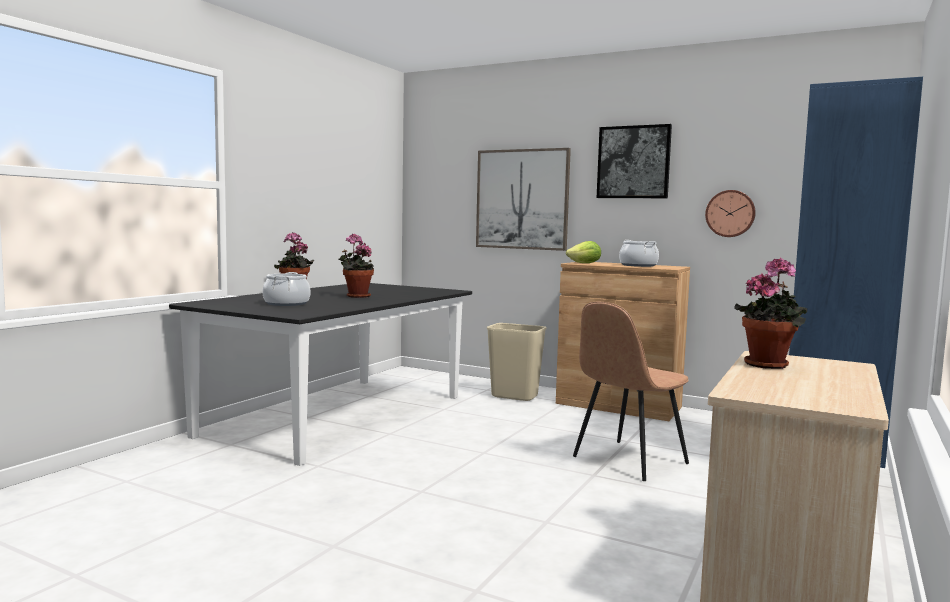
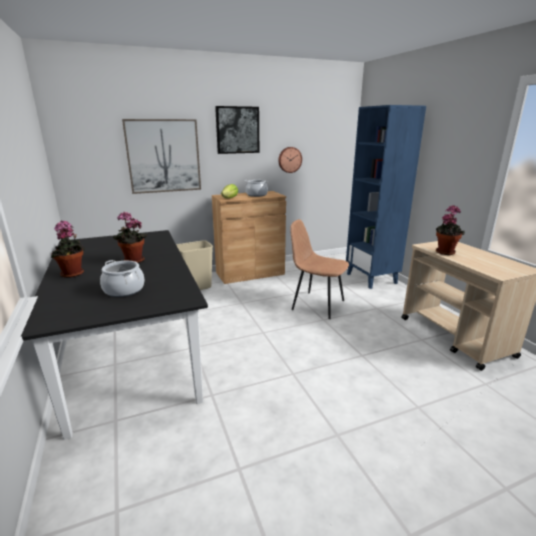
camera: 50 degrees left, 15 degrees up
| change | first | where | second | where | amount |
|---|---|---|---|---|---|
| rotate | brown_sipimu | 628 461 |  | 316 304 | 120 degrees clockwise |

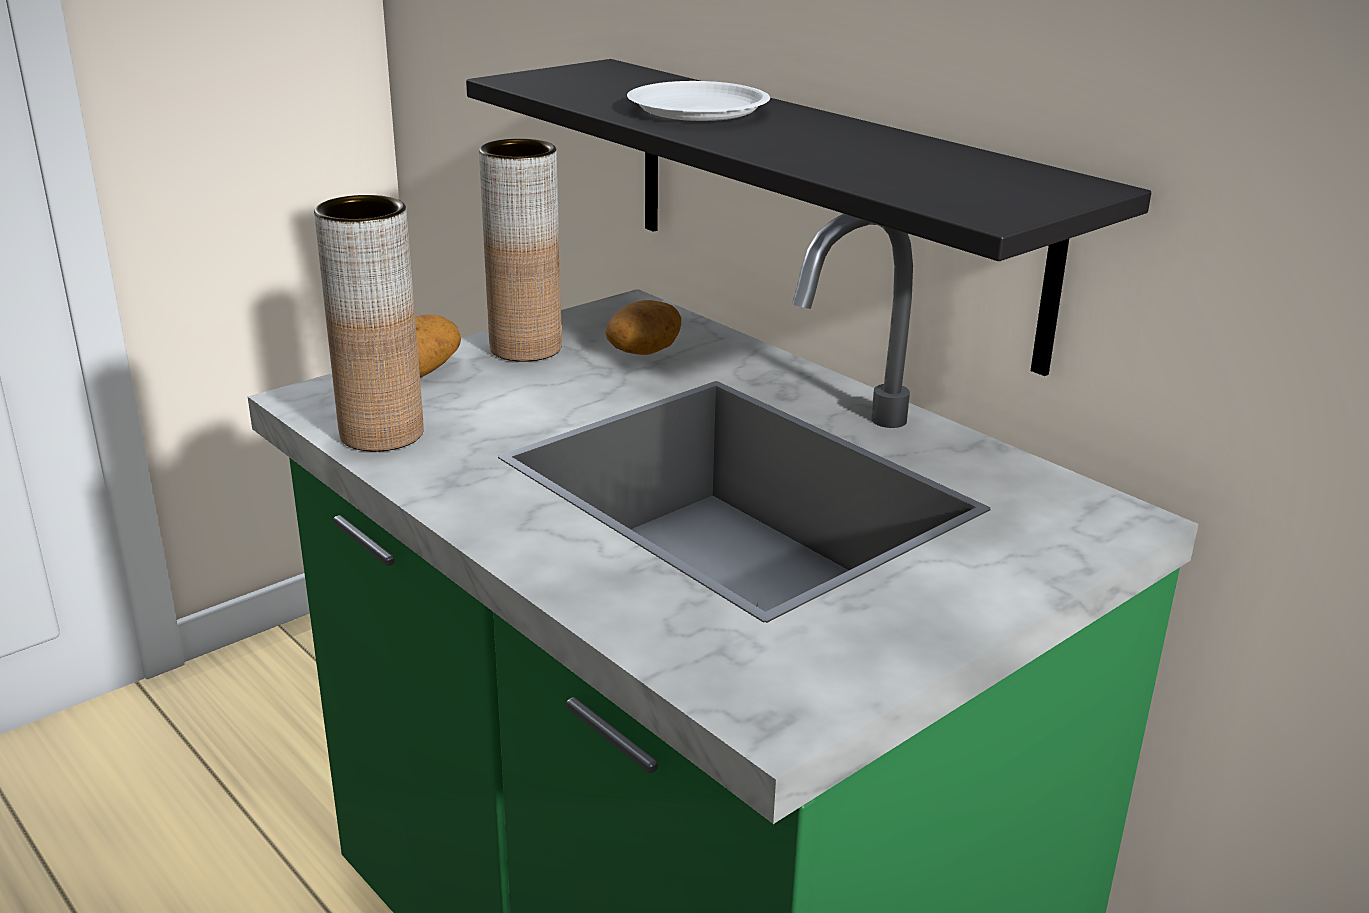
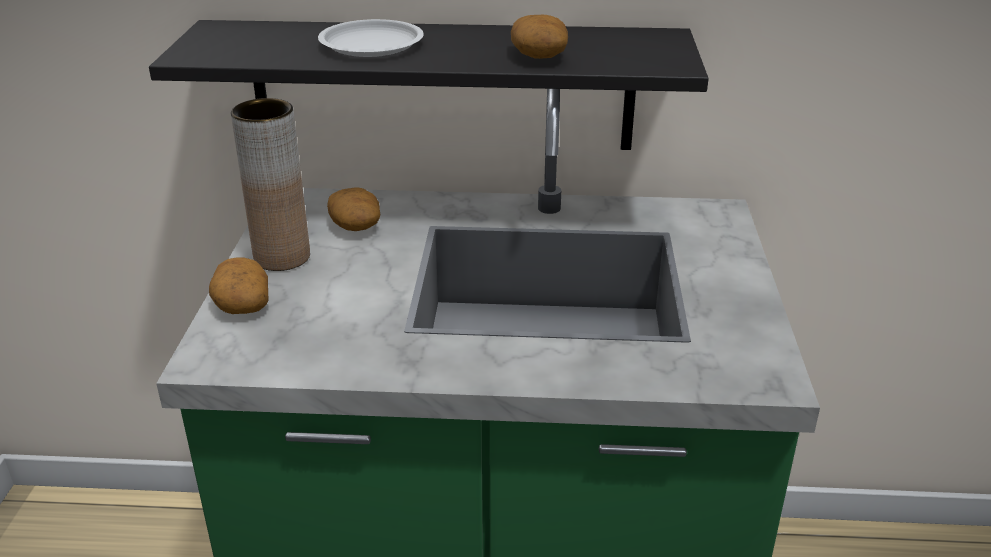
camera: 45 degrees left, 5 degrees up
| change | first | where | second | where | amount |
|---|---|---|---|---|---|
| delete | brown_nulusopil | 381 434 |  |  |  |
| insert |  |  | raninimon | 539 57 |  |

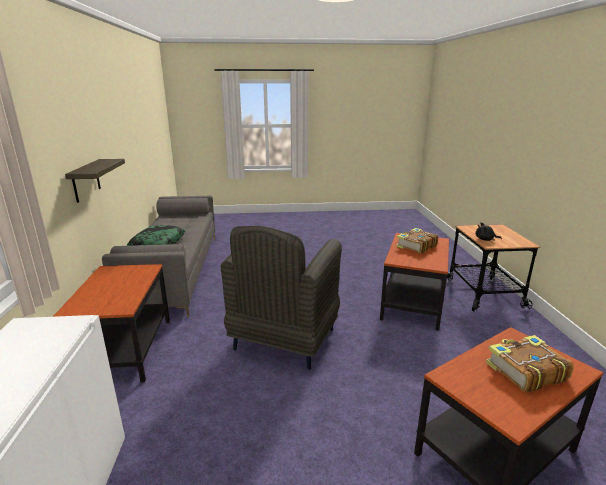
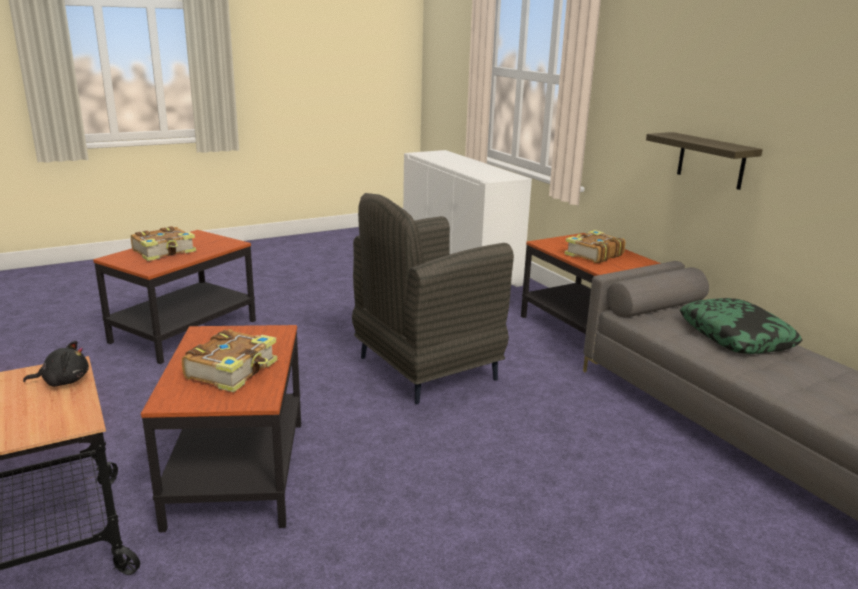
camera: 155 degrees right, 0 degrees up
| change | first | where | second | where | amount |
|---|---|---|---|---|---|
| rotate | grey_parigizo | 284 341 |  | 425 369 | 120 degrees counterclockwise |
| insert |  |  | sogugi | 593 255 |  |

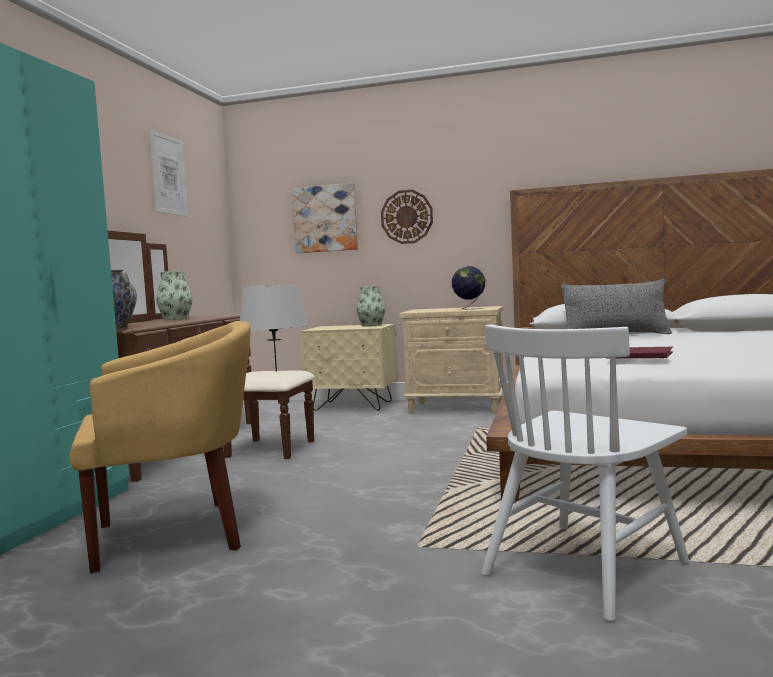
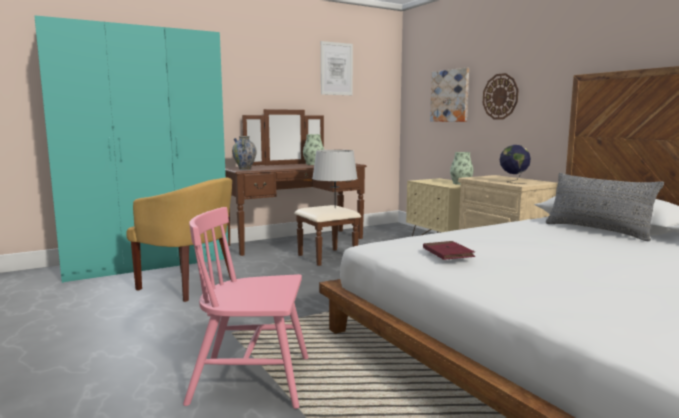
camera: 45 degrees right, 5 degrees up
| change | first | where | second | where | amount |
|---|---|---|---|---|---|
| recolor | white_sipimu | 584 567 | pink_sipimu | 252 380 |  |

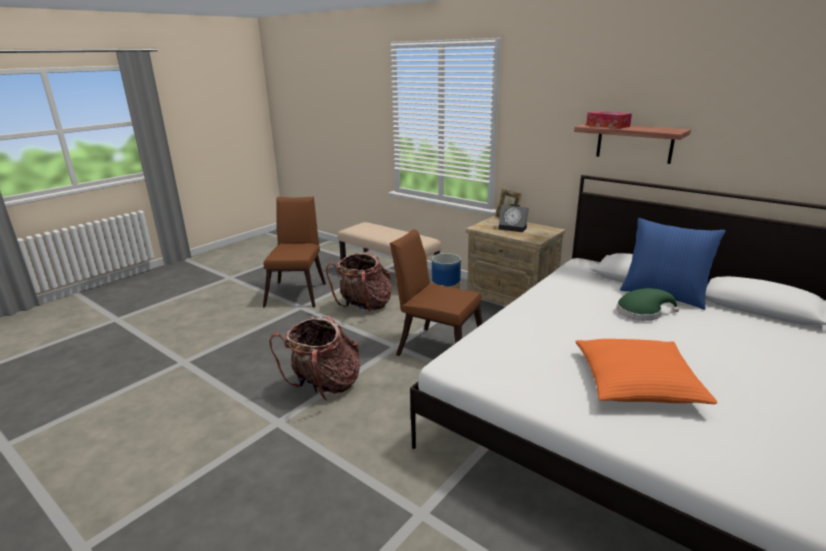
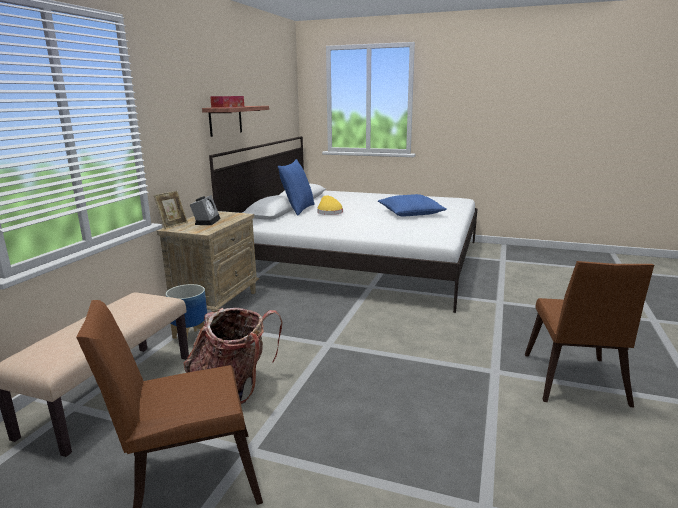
camera: 110 degrees left, 5 degrees down
| change | first | where | second | where | amount |
|---|---|---|---|---|---|
| delete | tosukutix | 324 386 |  |  |  |
| move | brown_sipimu | 436 348 |  | 574 383 |  |
| recolor | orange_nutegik | 637 383 | blue_nutegik | 410 213 |  |
| recolor | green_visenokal | 642 312 | yellow_visenokal | 329 212 |  |

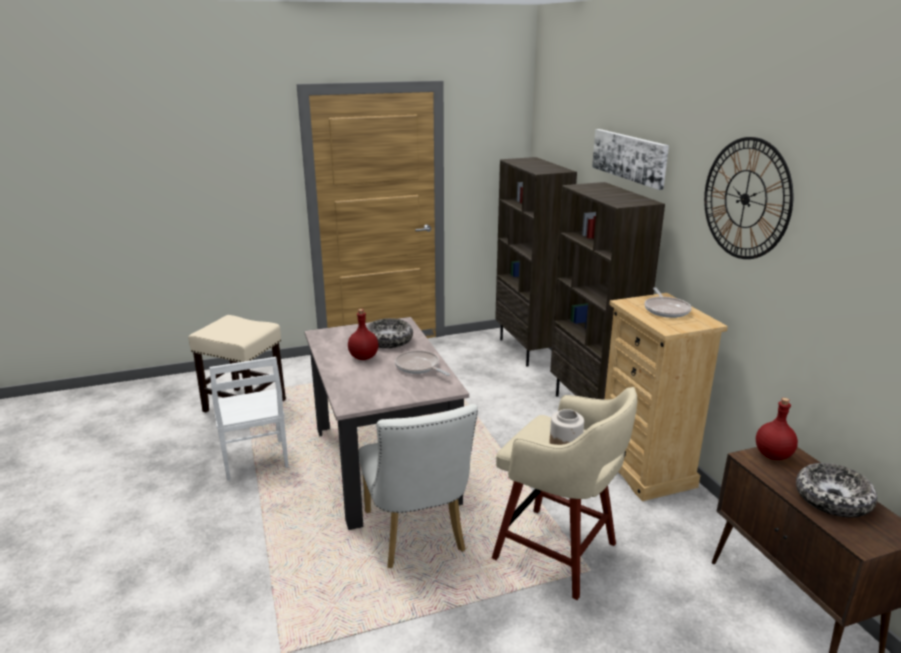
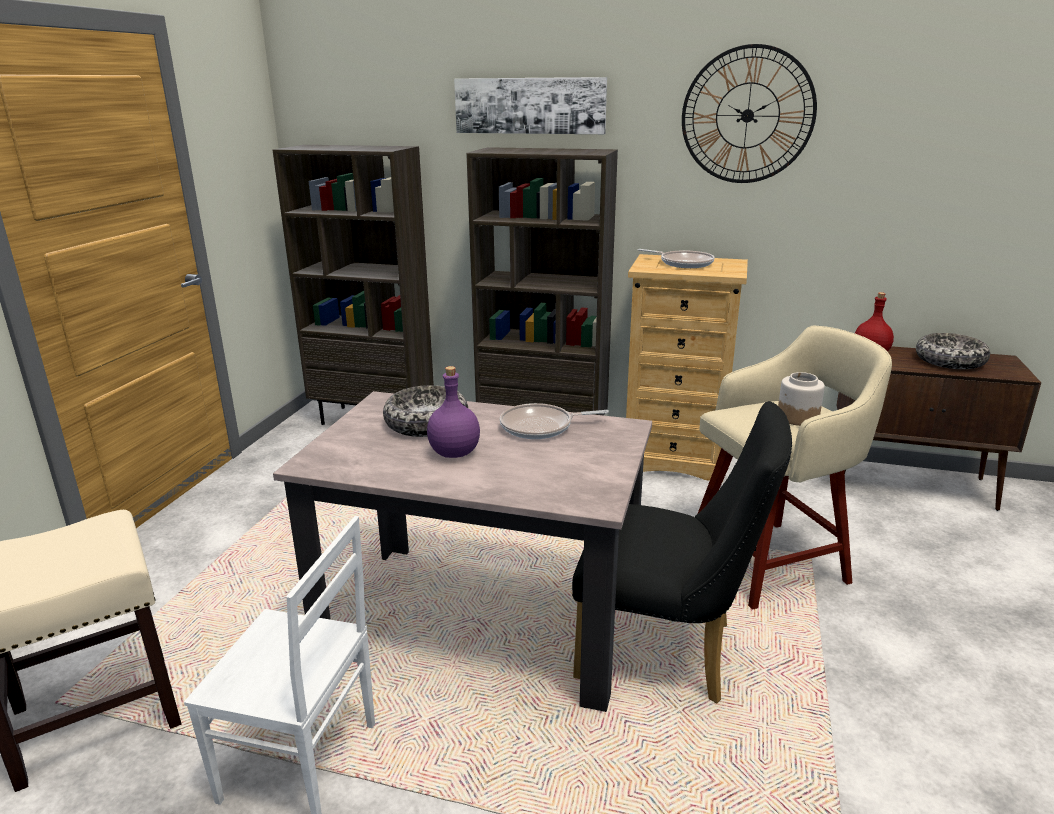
camera: 55 degrees left, 0 degrees up
| change | first | where | second | where | amount |
|---|---|---|---|---|---|
| recolor | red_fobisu | 363 357 | purple_fobisu | 454 453 |  |
| recolor | white_sipimu | 417 536 | black_sipimu | 667 652 |  |

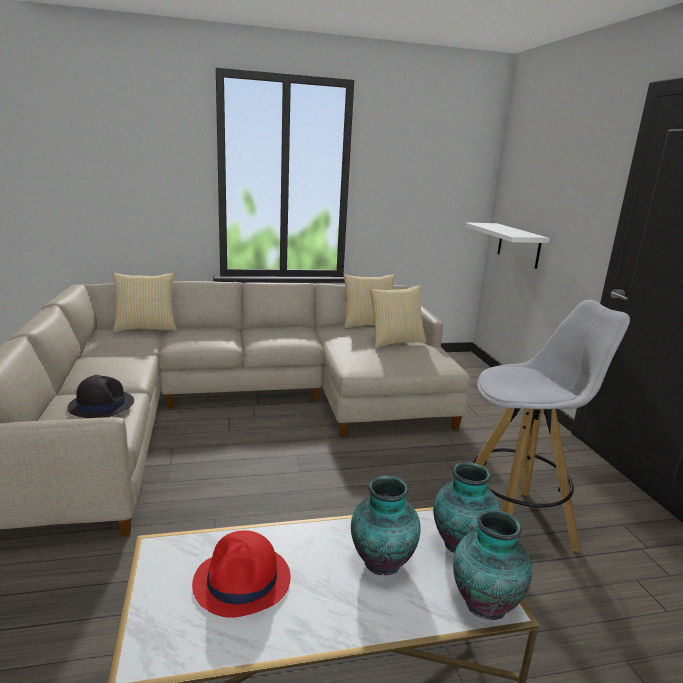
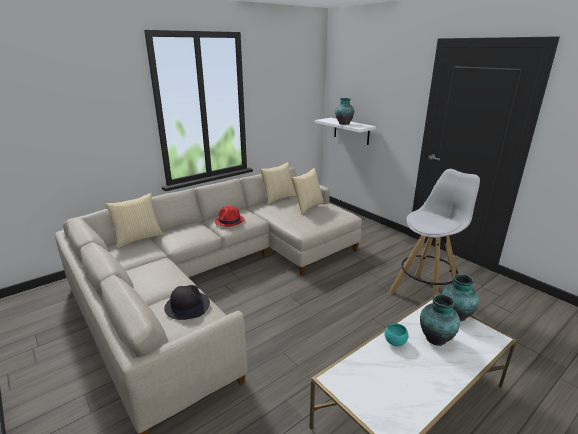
camera: 25 degrees left, 5 degrees up
| change | first | where | second | where | amount |
|---|---|---|---|---|---|
| move | red_visenokal | 243 581 |  | 229 221 |  |
| move | nulusopil | 484 602 |  | 343 123 |  |
| insert |  |  | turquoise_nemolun | 395 342 |  |

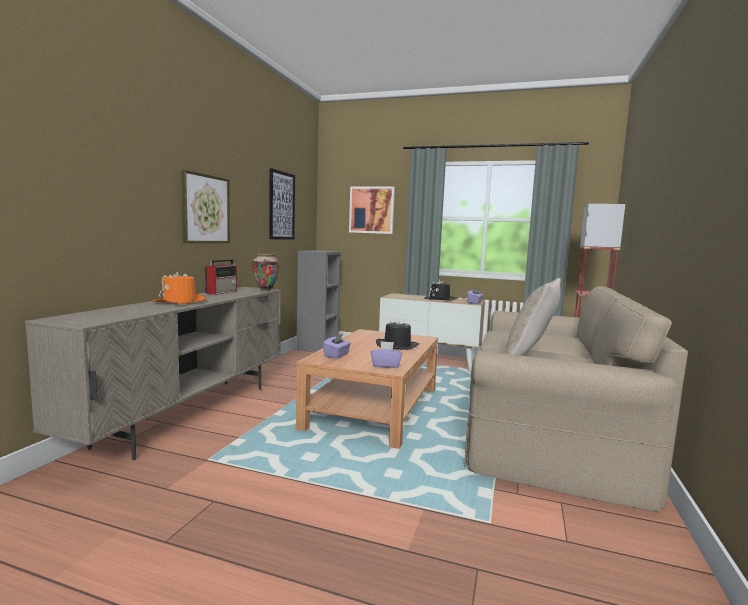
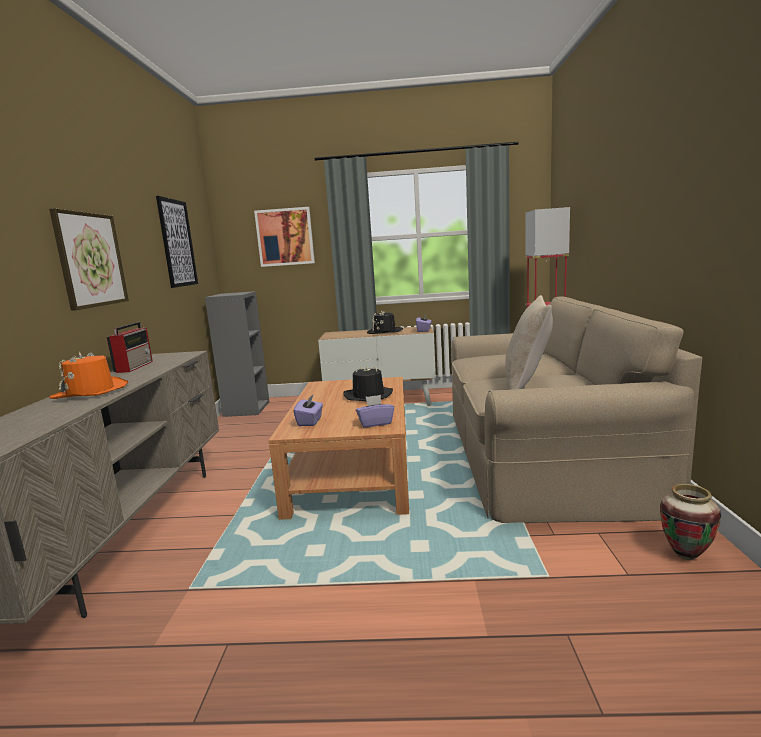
camera: 15 degrees left, 5 degrees up
| change | first | where | second | where | amount |
|---|---|---|---|---|---|
| move | nulusopil | 266 290 |  | 686 555 |  |

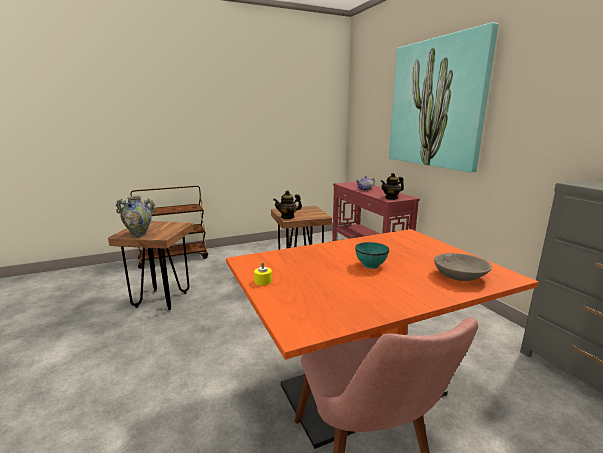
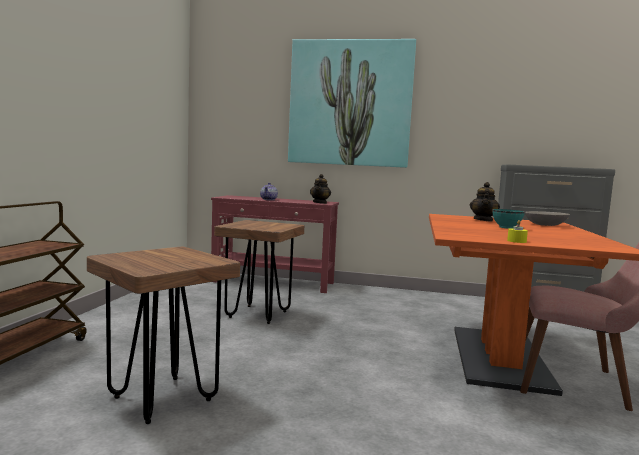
camera: 55 degrees left, 10 degrees down
| change | first | where | second | where | amount |
|---|---|---|---|---|---|
| delete | nulusopil | 139 234 |  |  |  |
| move | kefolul | 287 217 |  | 483 220 |  |

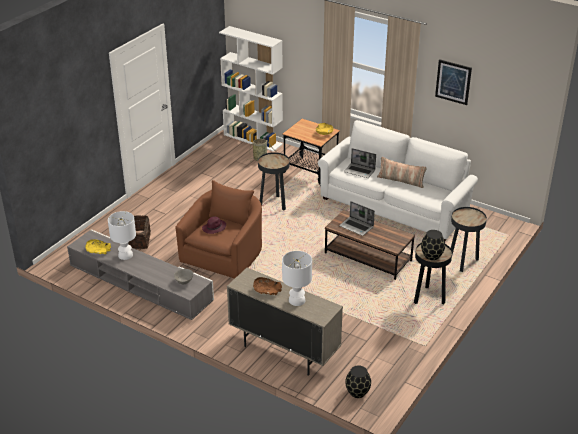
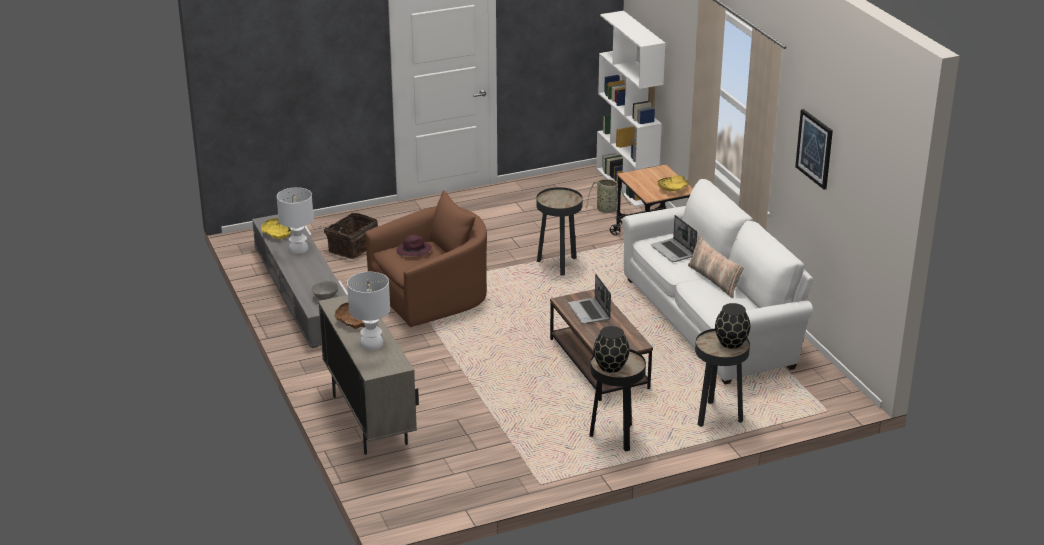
camera: 35 degrees right, 5 degrees down
| change | first | where | second | where | amount |
|---|---|---|---|---|---|
| move | black_nulusopil | 357 392 |  | 731 342 |  |

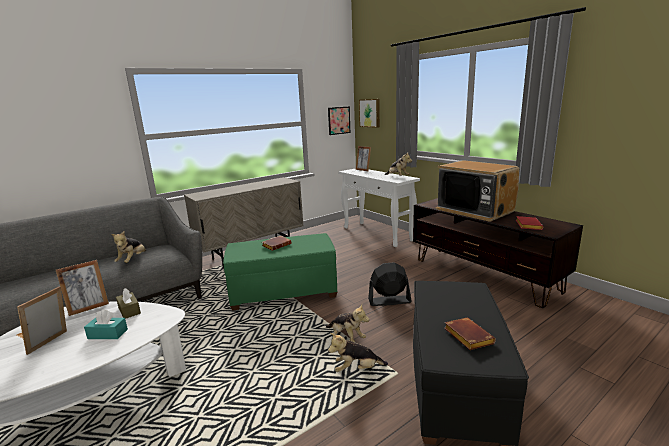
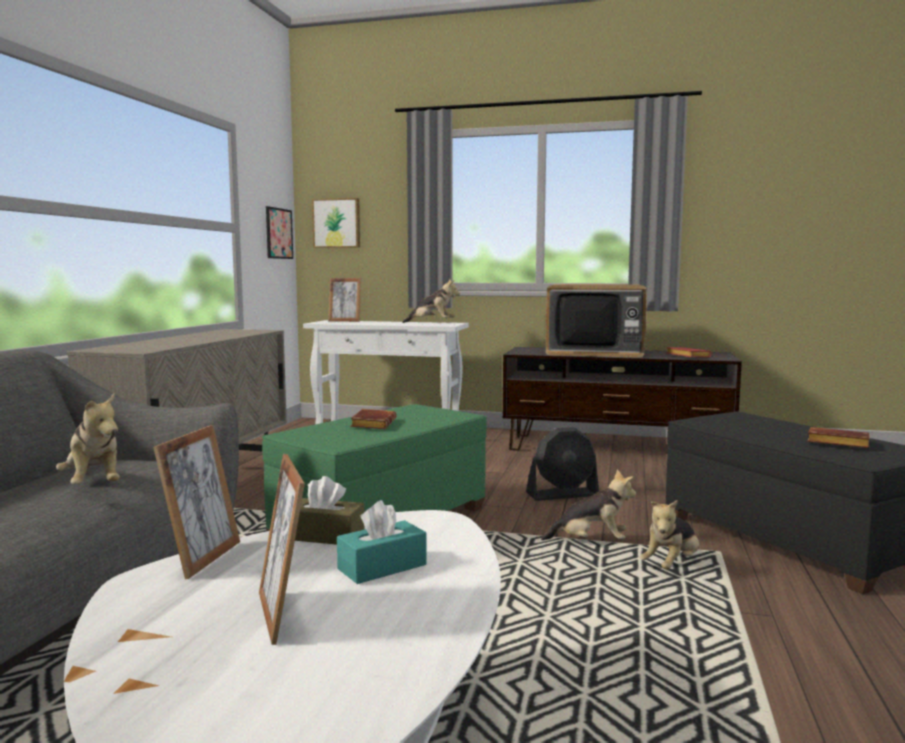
camera: 40 degrees left, 10 degrees down
| change | first | where | second | where | amount |
|---|---|---|---|---|---|
| rotate | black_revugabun | 389 301 |  | 562 494 | 150 degrees counterclockwise |

